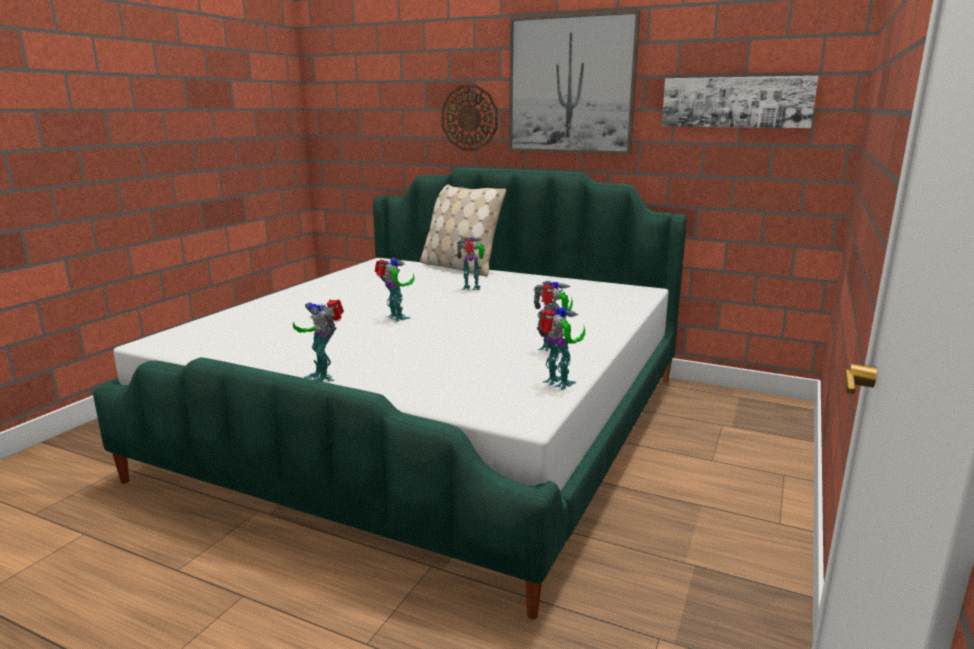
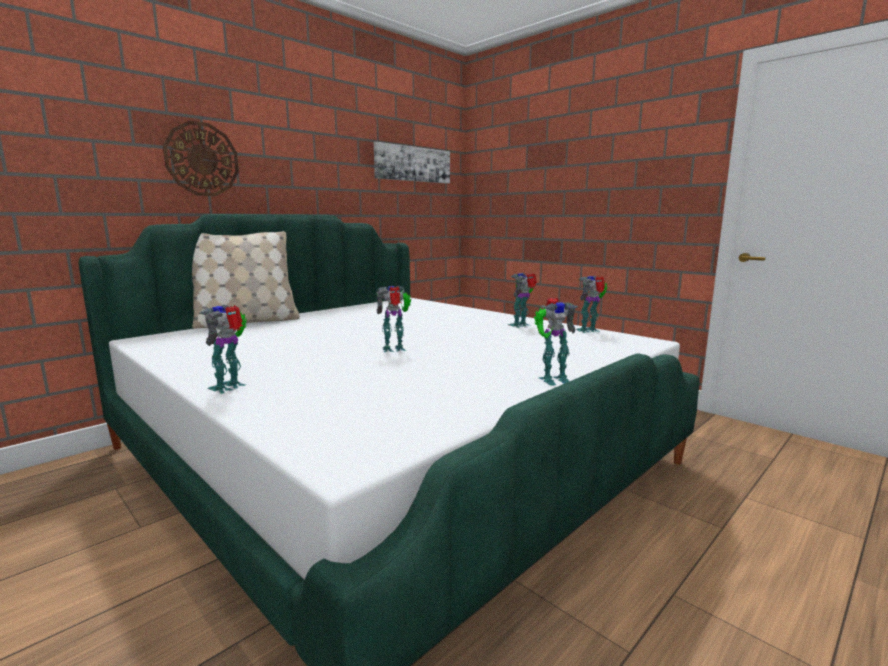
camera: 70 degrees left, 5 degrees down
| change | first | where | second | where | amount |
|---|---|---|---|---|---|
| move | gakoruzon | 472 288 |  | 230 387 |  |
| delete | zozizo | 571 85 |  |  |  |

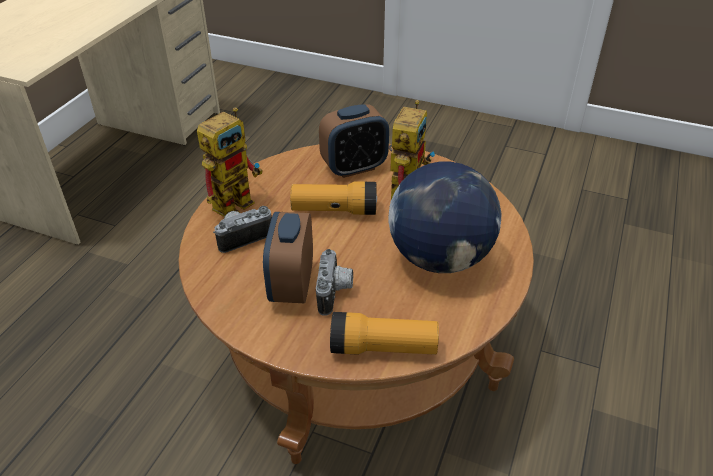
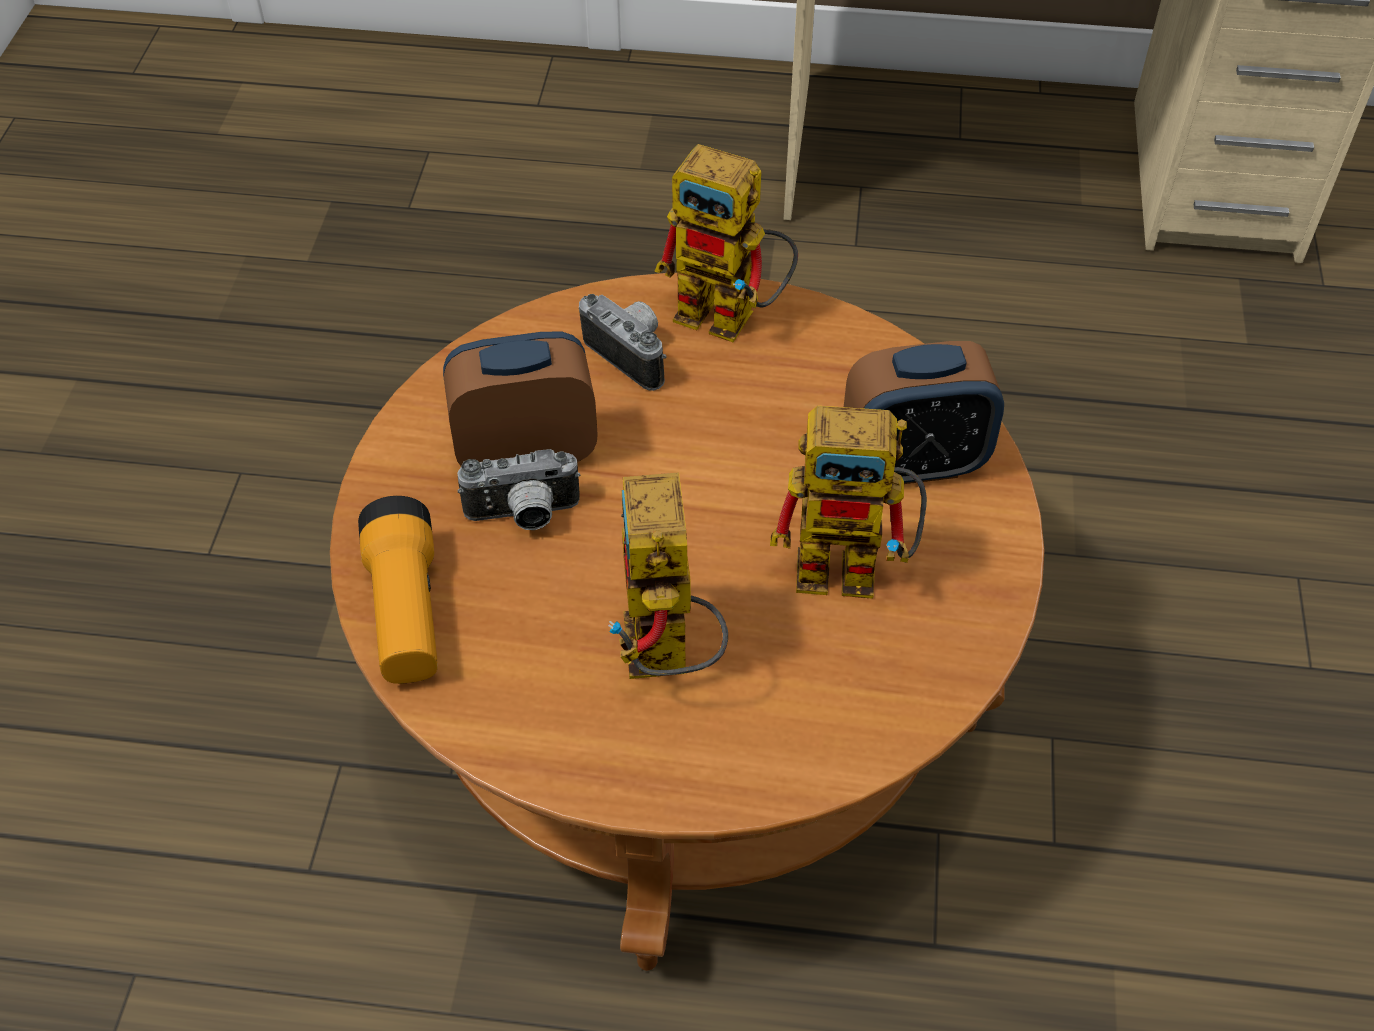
camera: 75 degrees right, 10 degrees up
| change | first | where | second | where | amount |
|---|---|---|---|---|---|
| delete | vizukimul | 334 210 |  |  |  |
| rotate | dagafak | 354 167 |  | 913 463 | 60 degrees counterclockwise |
| replace | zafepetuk | 440 258 | gakoruzon | 666 660 |  |

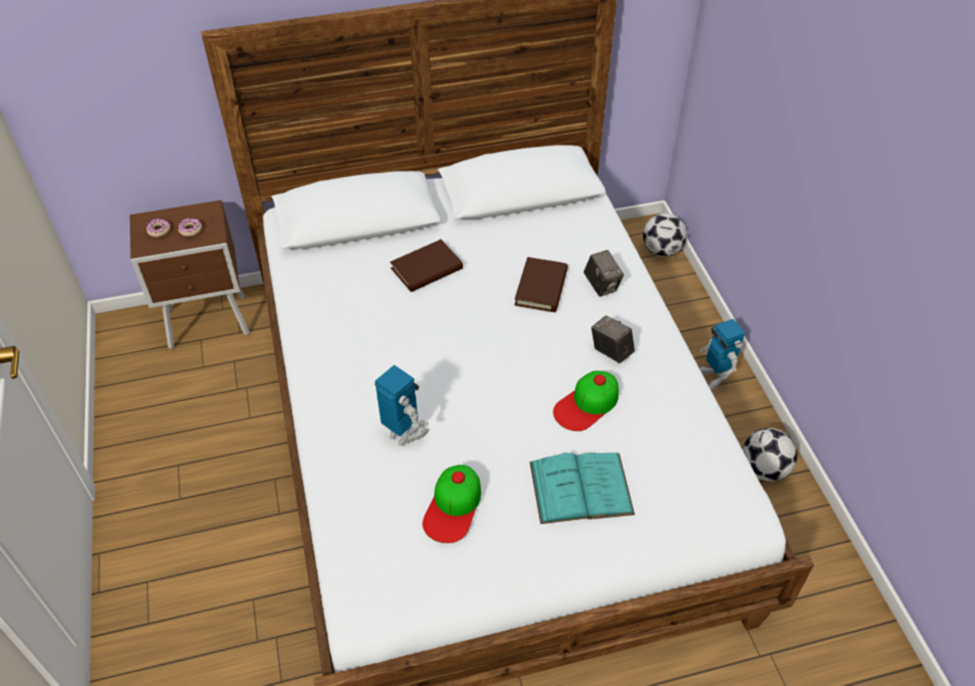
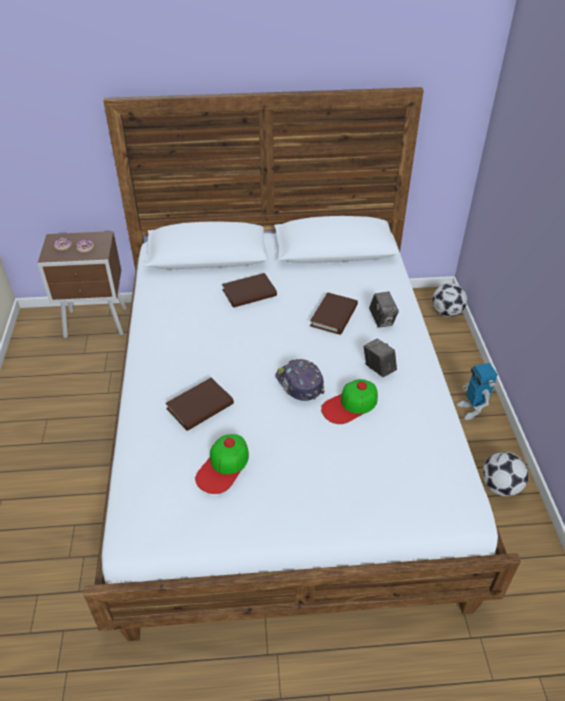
camera: 10 degrees right, 5 degrees down
| change | first | where | second | where | amount |
|---|---|---|---|---|---|
| replace | gakoruzon | 404 433 | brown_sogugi | 200 406 |  |
| delete | turquoise_sogugi | 581 488 |  |  |  |
| insert |  |  | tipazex | 299 384 |  |

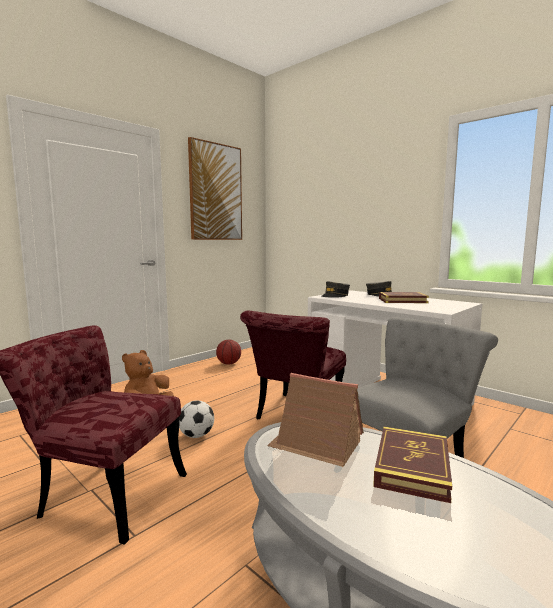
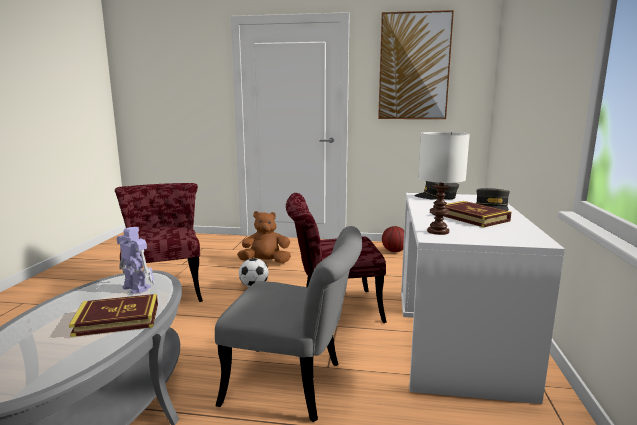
camera: 55 degrees right, 5 degrees up
| change | first | where | second | where | amount |
|---|---|---|---|---|---|
| replace | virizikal | 316 444 | gakoruzon | 136 287 |  |
| insert |  |  | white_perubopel | 437 231 |  |

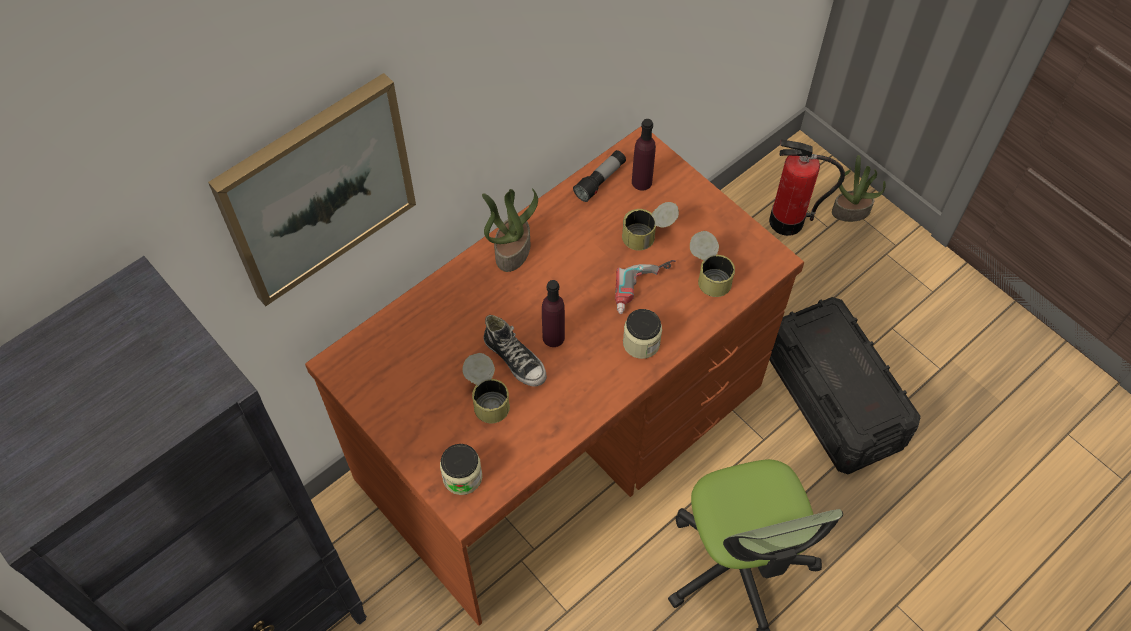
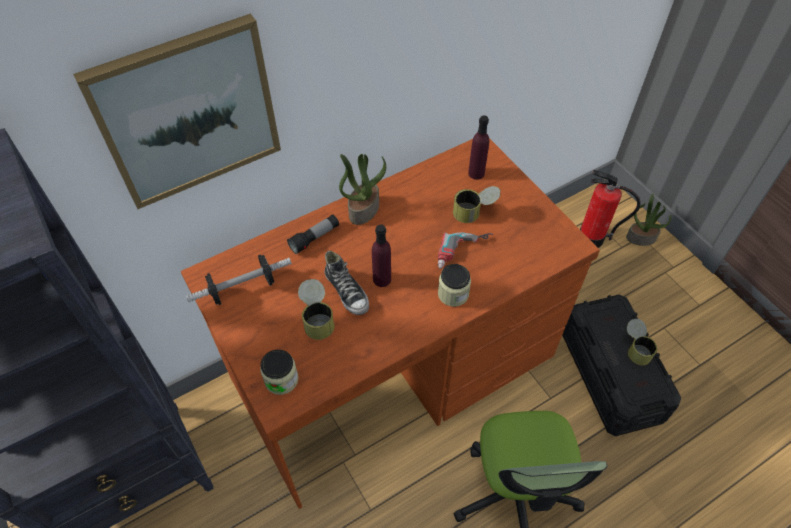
camera: 10 degrees right, 5 degrees down
| change | first | where | second | where | amount |
|---|---|---|---|---|---|
| move | vizukimul | 600 181 |  | 315 238 |  |
| move | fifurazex | 709 274 |  | 636 348 |  |
| insert |  |  | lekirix | 242 288 |  |

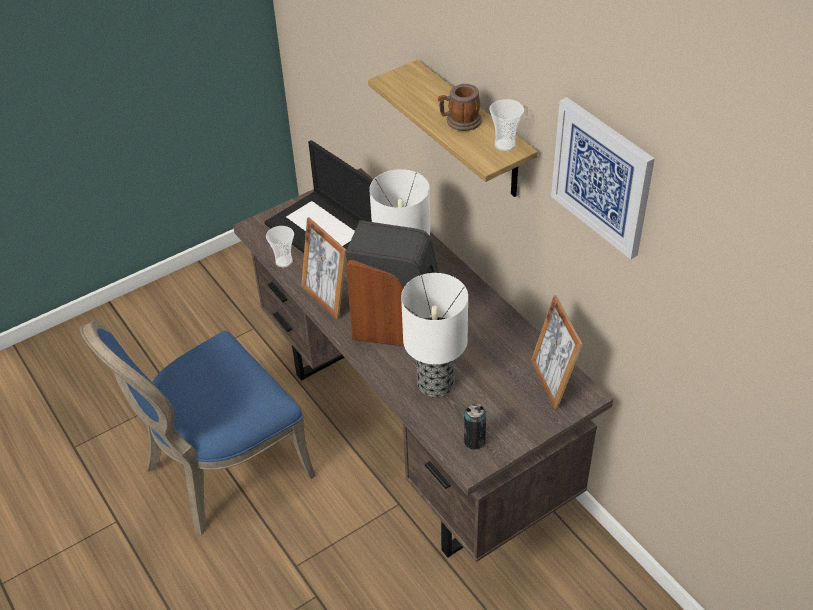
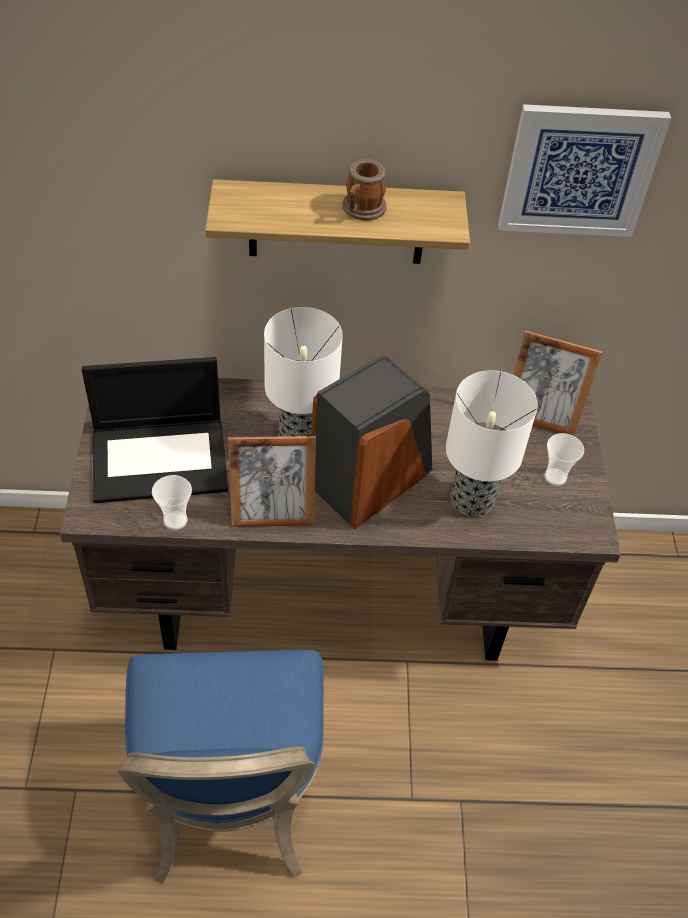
camera: 60 degrees left, 5 degrees up
| change | first | where | second | where | amount |
|---|---|---|---|---|---|
| delete | fifurazex | 474 441 |  |  |  |
| move | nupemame | 505 145 |  | 555 477 |  |

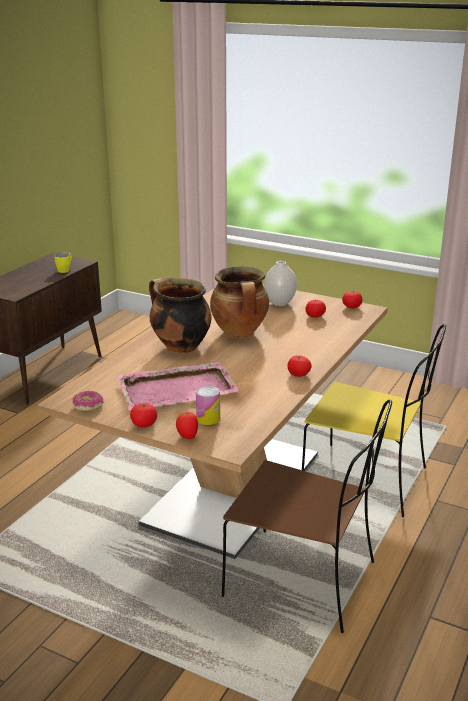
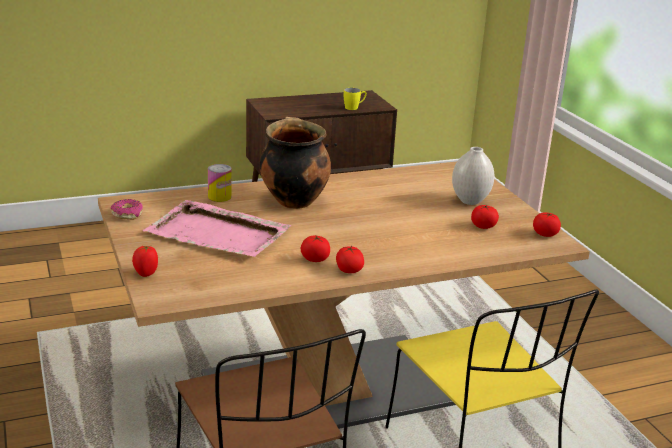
camera: 40 degrees right, 0 degrees up
| change | first | where | second | where | amount |
|---|---|---|---|---|---|
| move | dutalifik | 144 424 |  | 315 259 |  |
| move | fifurazex | 208 419 |  | 219 197 |  |
| delete | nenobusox | 240 333 |  |  |  |

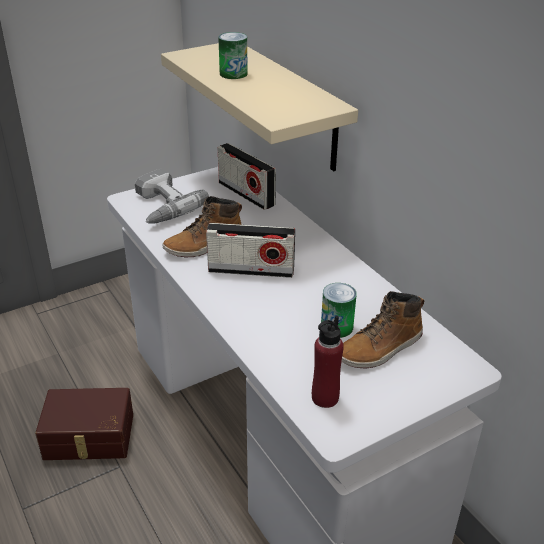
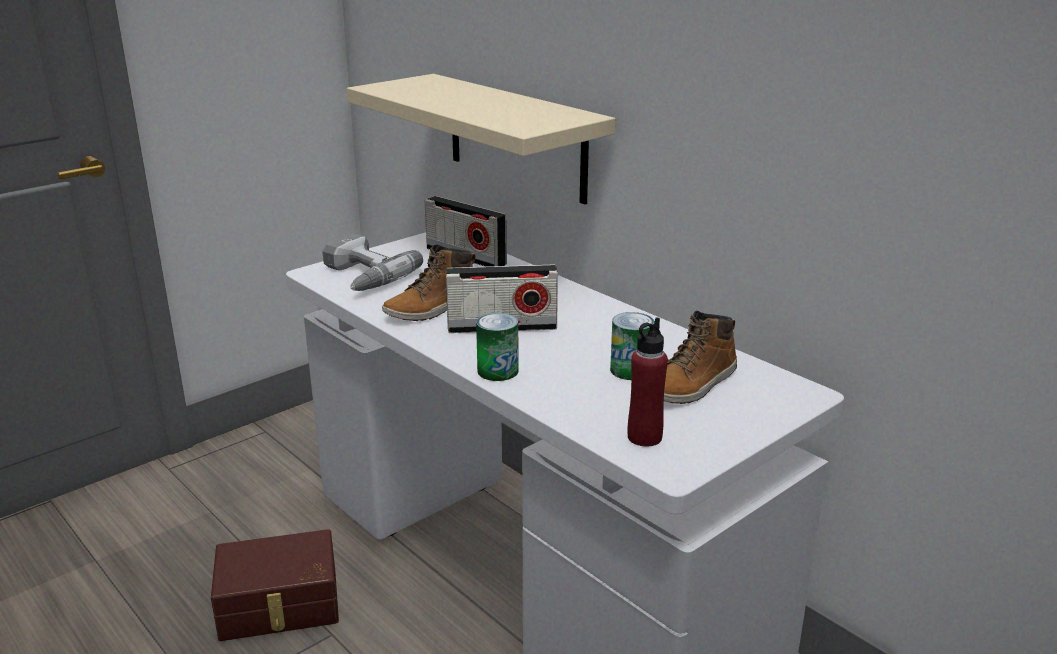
camera: 10 degrees left, 10 degrees down
| change | first | where | second | where | amount |
|---|---|---|---|---|---|
| move | fifurazex | 233 74 |  | 498 371 |  |

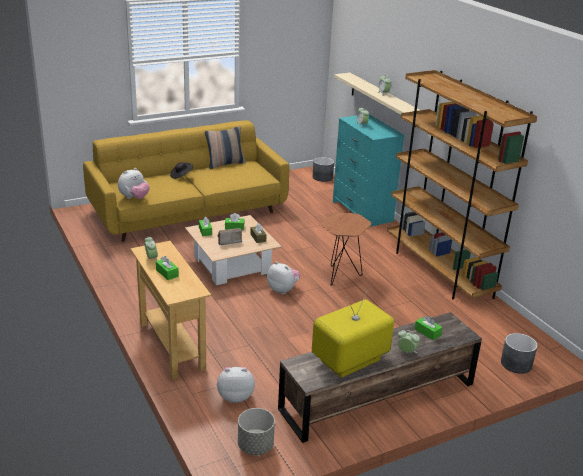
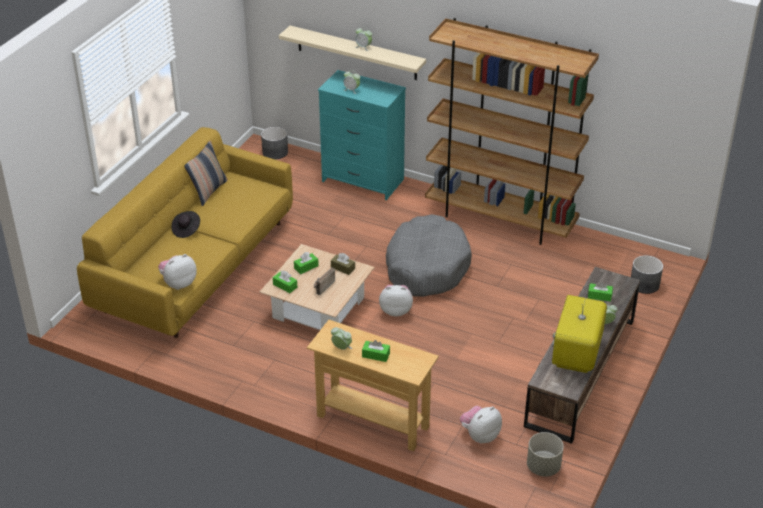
camera: 35 degrees left, 10 degrees up
| change | first | where | second | where | amount |
|---|---|---|---|---|---|
| rotate | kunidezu | 134 198 |  | 178 283 | 135 degrees counterclockwise |
| replace | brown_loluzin | 341 275 | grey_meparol | 426 266 |  |

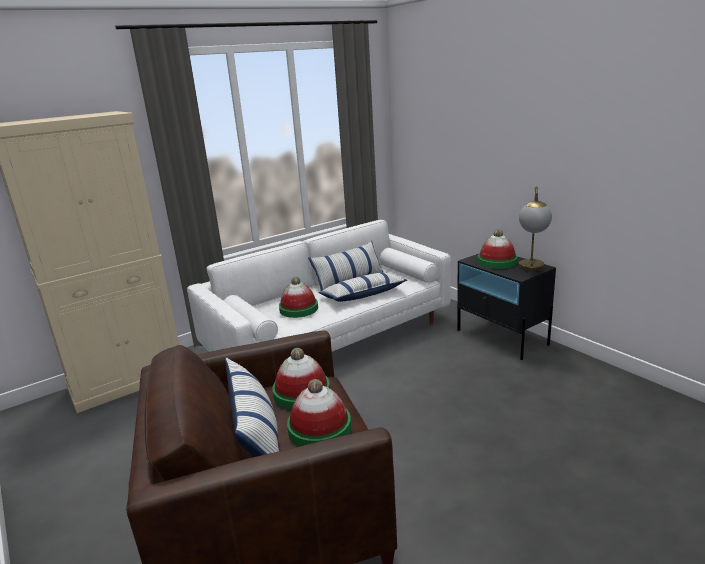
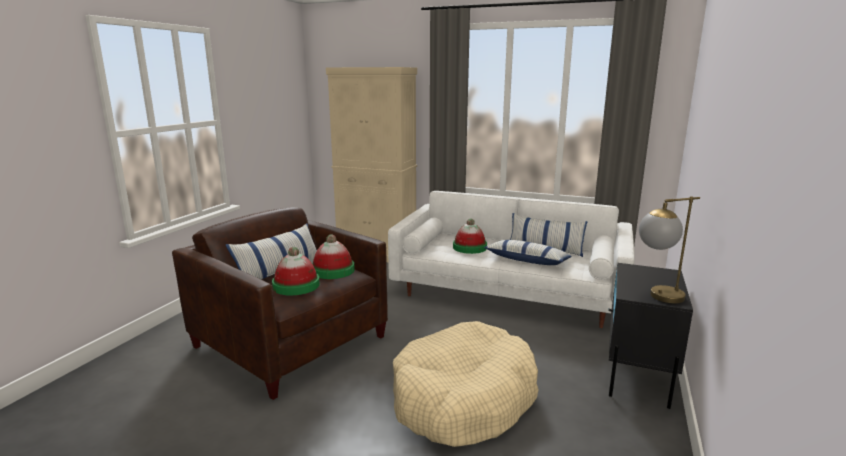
camera: 55 degrees right, 5 degrees down
| change | first | where | second | where | amount |
|---|---|---|---|---|---|
| delete | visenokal | 497 262 |  |  |  |
| insert |  |  | beige_meparol | 463 399 |  |

